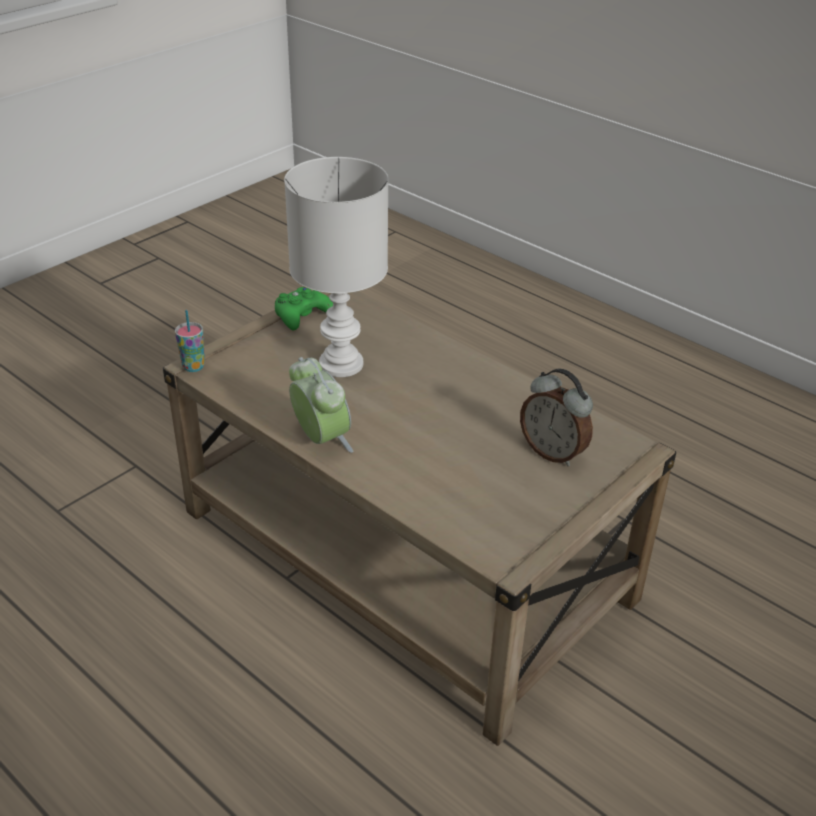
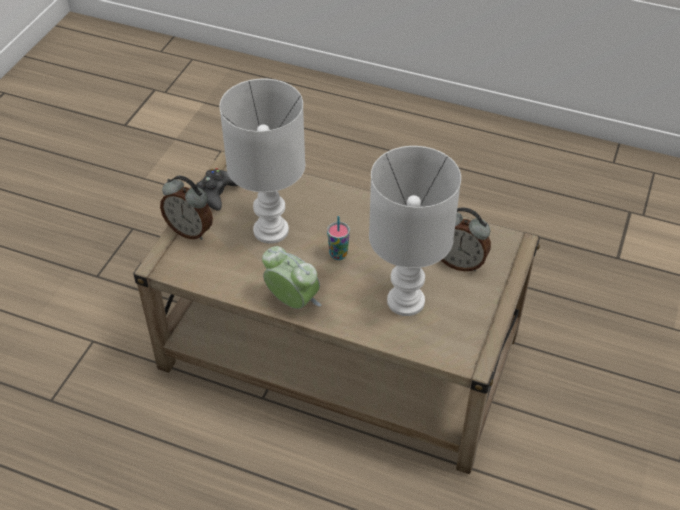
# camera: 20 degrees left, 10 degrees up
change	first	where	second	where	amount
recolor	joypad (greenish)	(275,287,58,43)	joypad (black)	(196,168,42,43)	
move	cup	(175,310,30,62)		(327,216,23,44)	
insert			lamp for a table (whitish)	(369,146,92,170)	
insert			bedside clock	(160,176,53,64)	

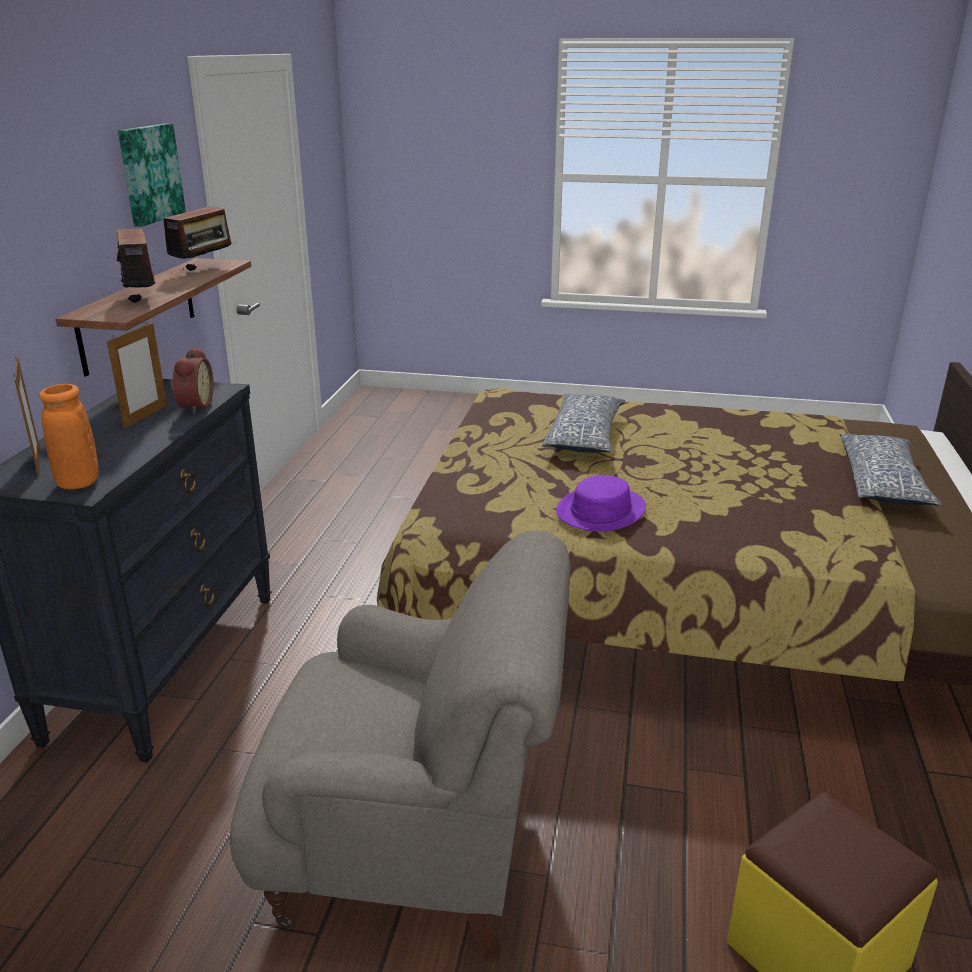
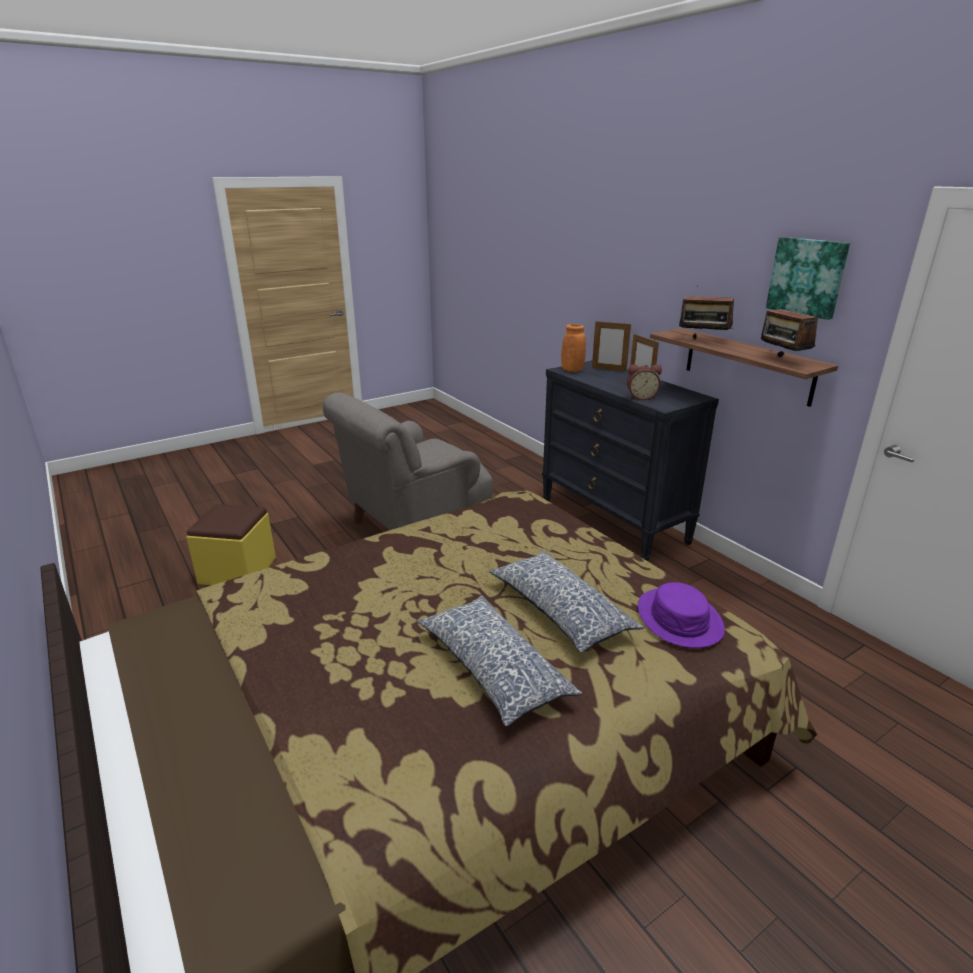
# camera: 135 degrees right, 0 degrees up
change	first	where	second	where	amount
rotate	bedside clock	(171,347,43,67)		(627,364,35,36)	45 degrees counterclockwise
move	pillow	(840,433,101,73)		(417,595,165,131)	
move	clothing hat (purplish)	(556,475,90,57)		(638,582,87,66)	

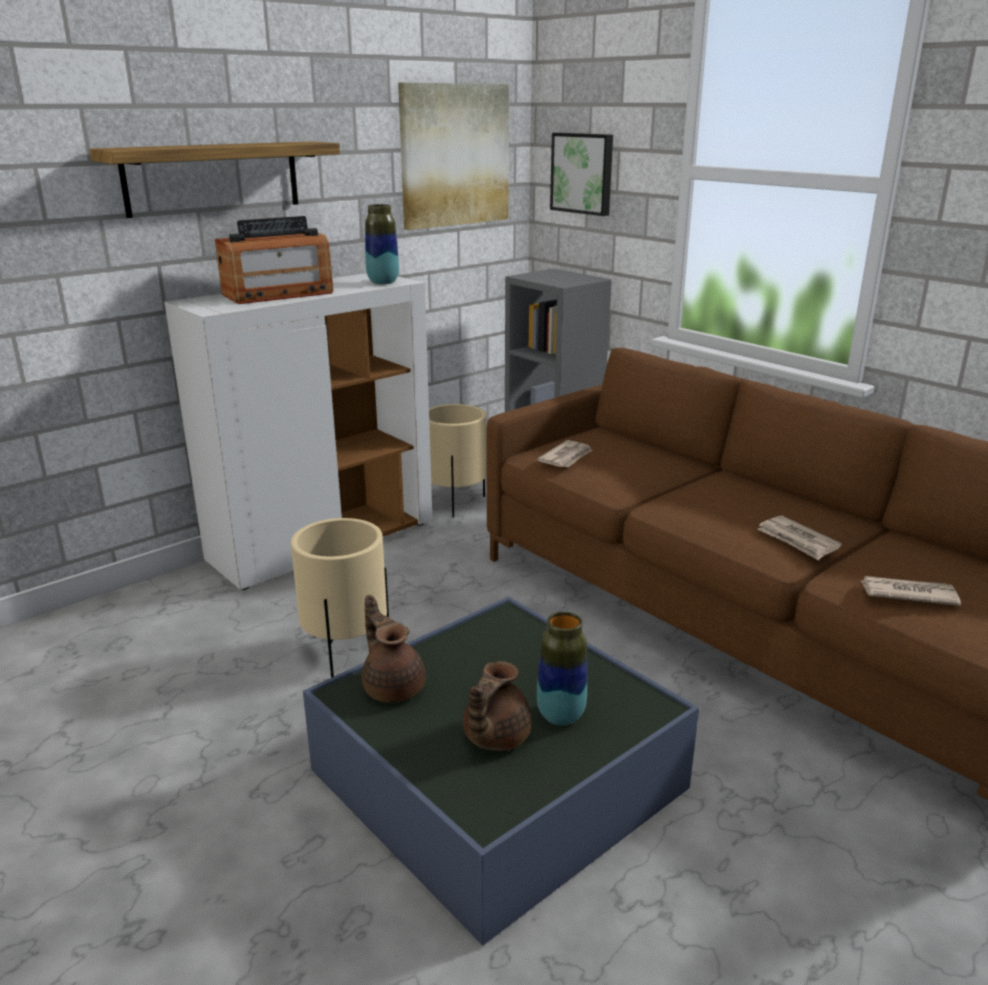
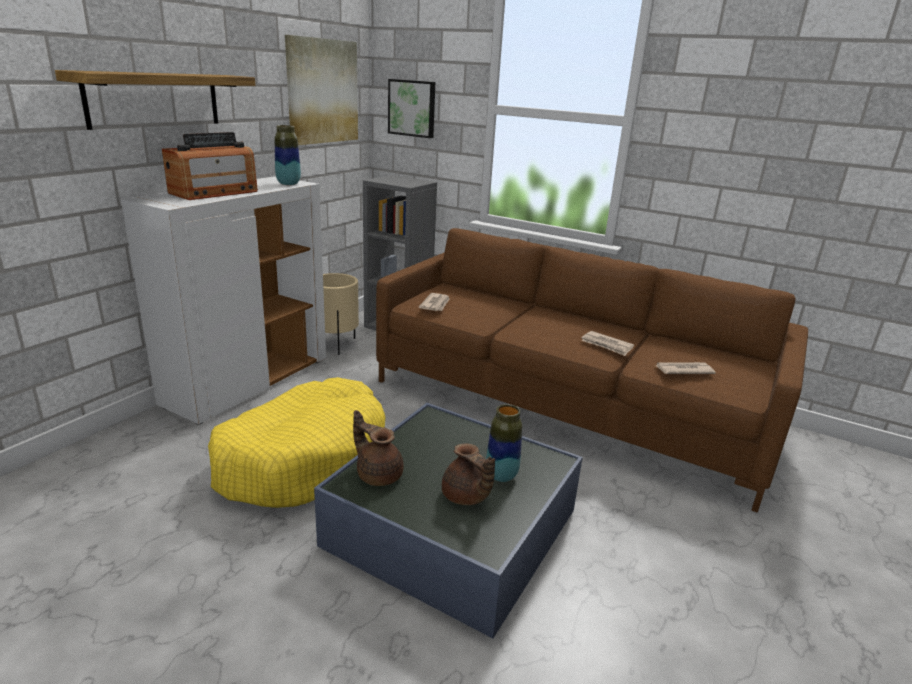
# camera: 20 degrees left, 0 degrees up
change	first	where	second	where	amount
replace	plant pot (beige)	(291,518,98,160)	dog bed (yellowish)	(208,377,177,131)	
rotate	tea pot (brown-coloured)	(463,661,68,90)		(442,443,53,62)	45 degrees counterclockwise

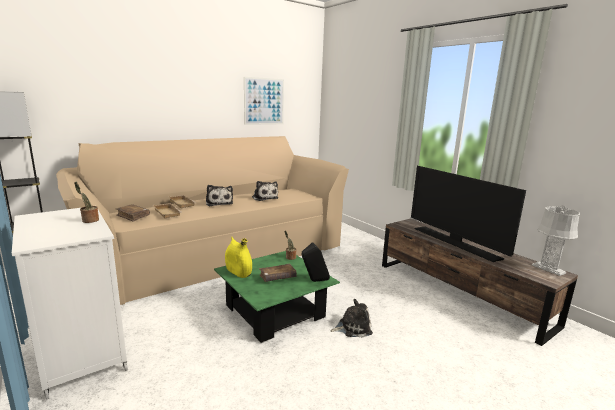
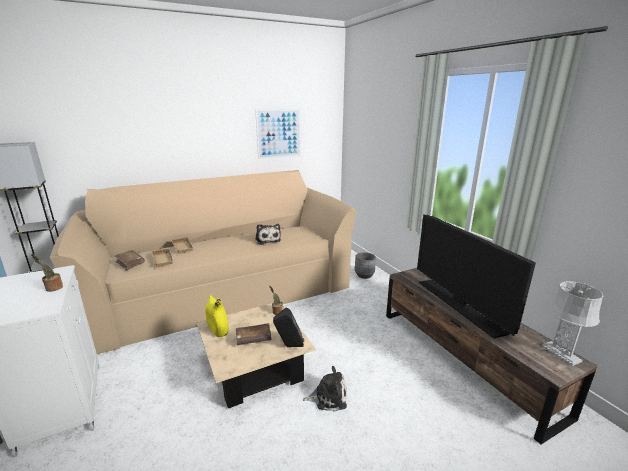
# camera: 10 degrees right, 5 degrees up
change	first	where	second	where	amount
delete	cuddly toy	(206,185,27,21)			
recolor	lounge table (greenish)	(214,251,126,92)	lounge table (beige)	(197,303,119,105)	
insert			plant pot (gray)	(355,252,21,27)	

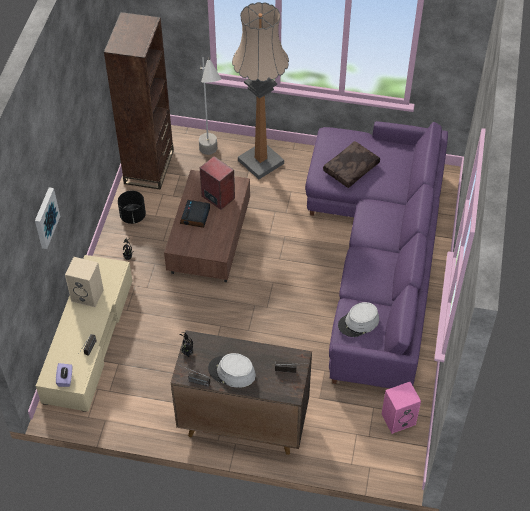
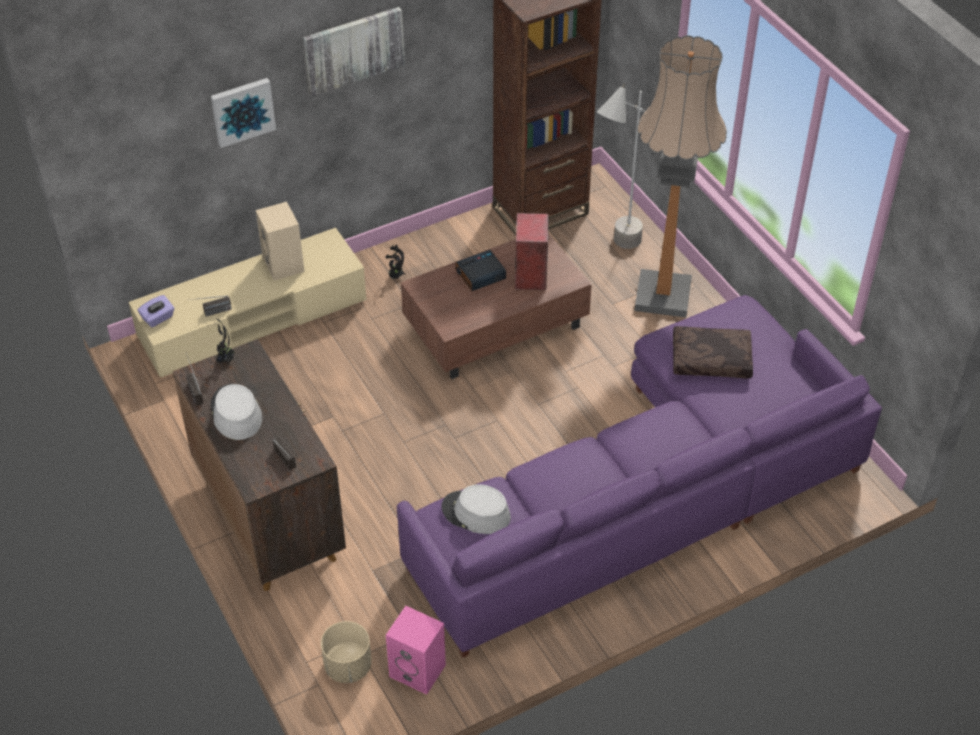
# camera: 50 degrees right, 5 degrees down
change	first	where	second	where	amount
delete	plant pot (black)	(118,191,28,33)			
insert			wall picture	(303,7,102,89)	
insert			plant pot (beige)	(321,621,51,62)	

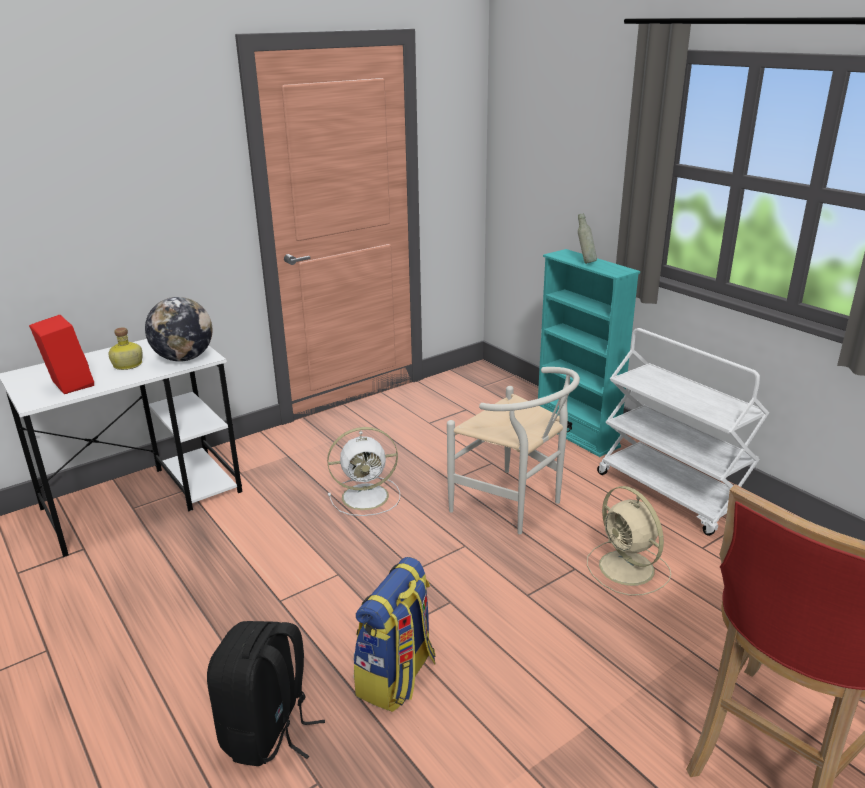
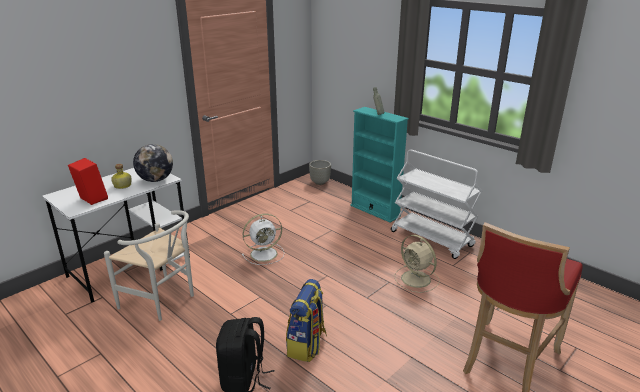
# camera: 10 degrees left, 0 degrees up
change	first	where	second	where	amount
move	plain chair (whitish)	(447,367,133,167)		(104,210,90,111)	
insert			plant pot (gray)	(309,160,22,25)	

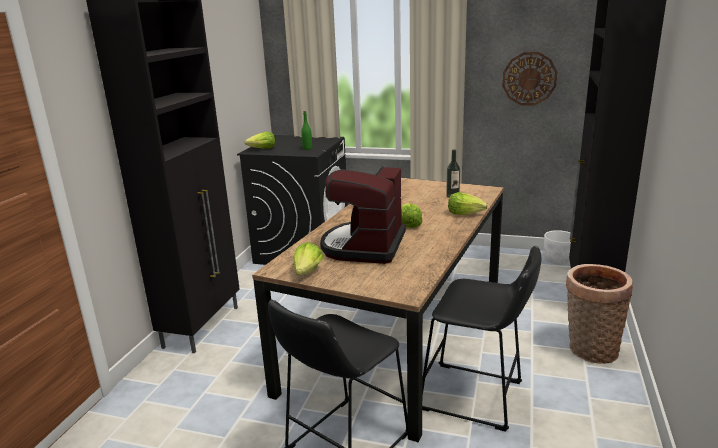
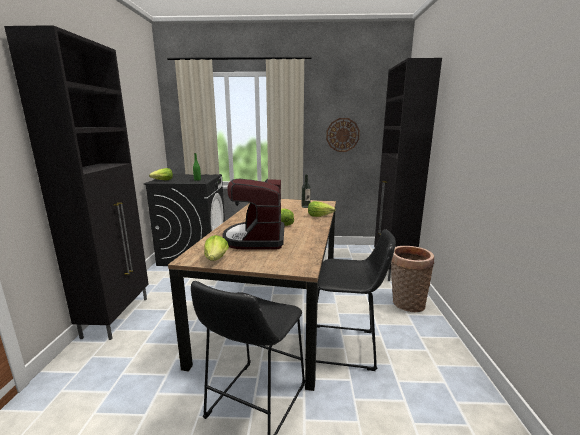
# camera: 15 degrees left, 5 degrees down
change	first	where	second	where	amount
delete	plant pot (whitish)	(544,230,27,35)			

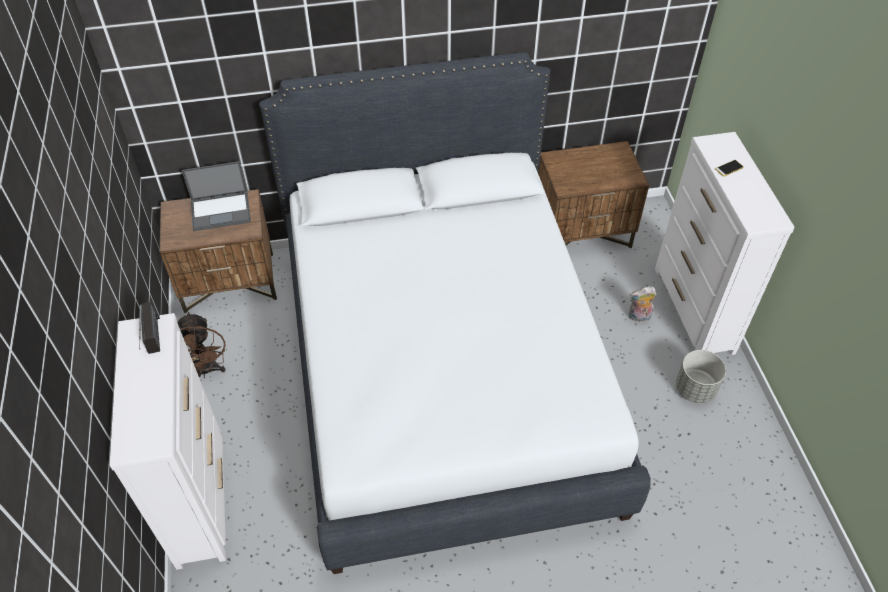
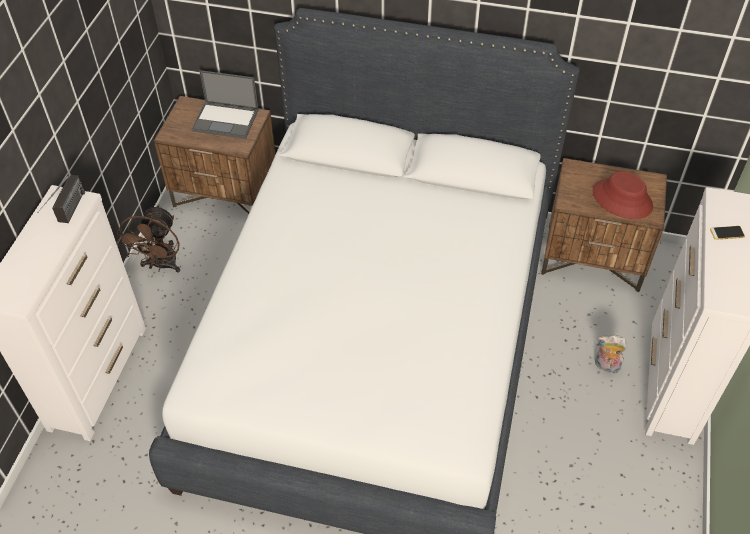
# camera: 25 degrees right, 0 degrees up
change	first	where	second	where	amount
delete	plant pot (gray)	(676,350,50,53)			
insert			clothing hat (red)	(593,172,60,47)	

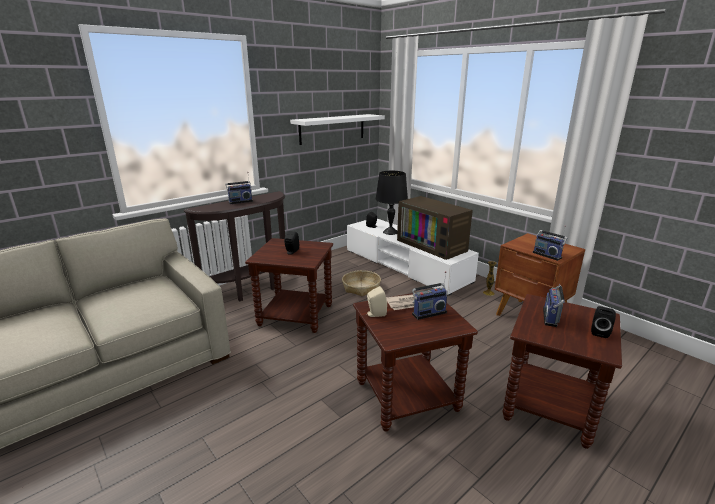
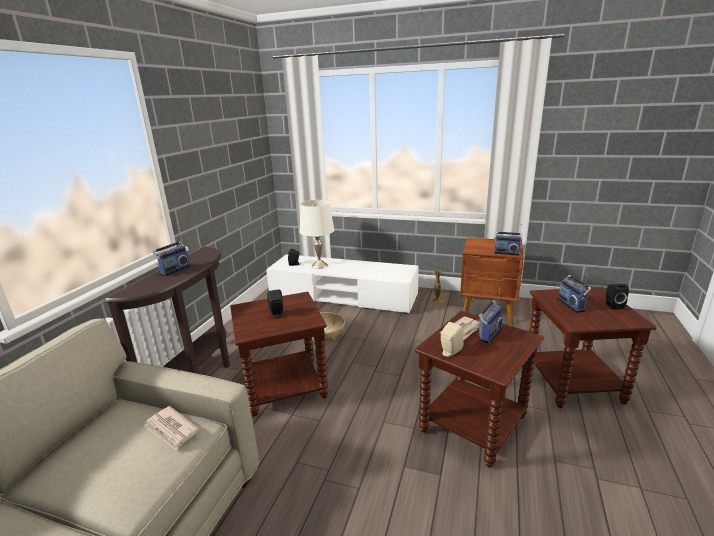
# camera: 30 degrees left, 0 degrees up
change	first	where	second	where	amount
delete	wall shelf (whitish)	(290,114,95,31)			
recolor	lamp for a table (black)	(376,171,32,64)	lamp for a table (whitish)	(300,200,35,69)	
delete	TV set	(397,196,76,64)			
insert			newspaper	(144,406,55,44)	

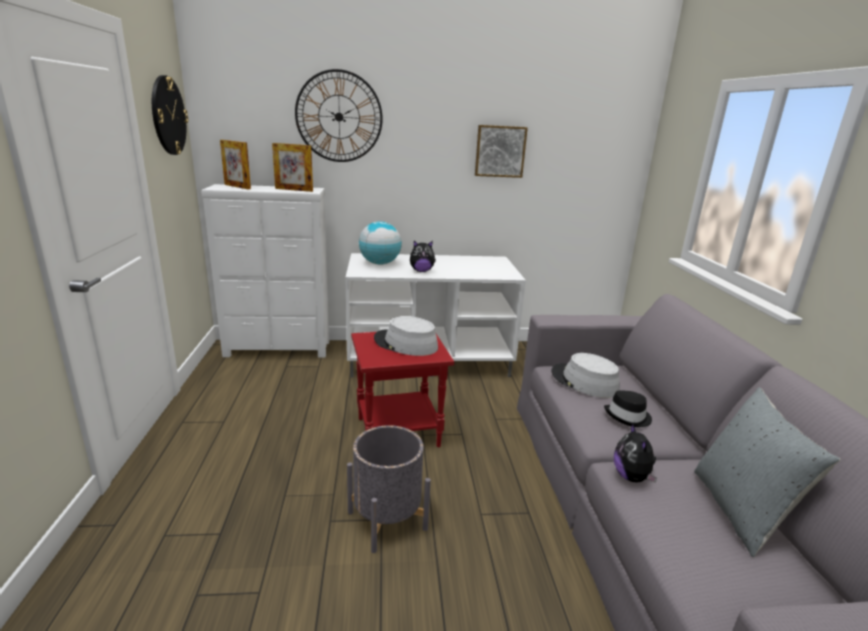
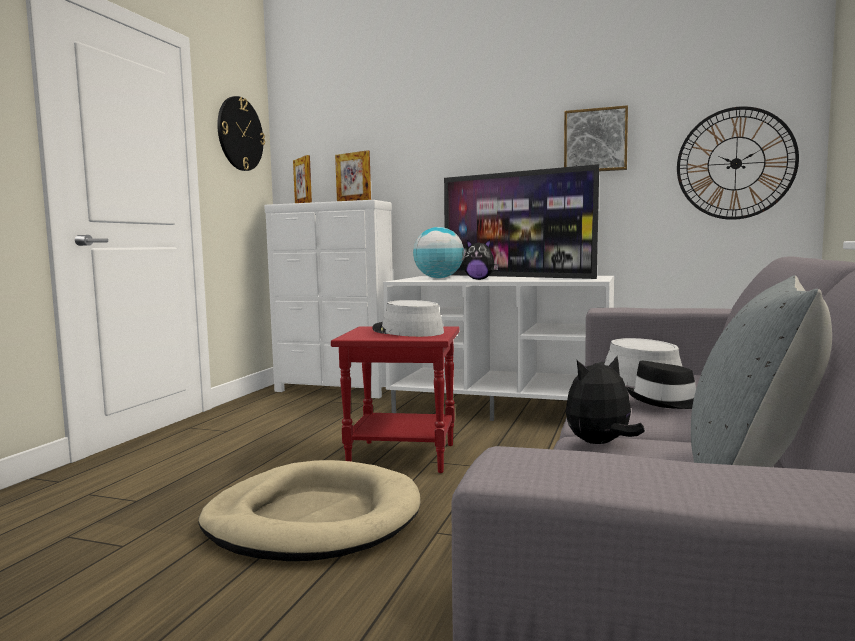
# camera: 25 degrees right, 15 degrees down
change	first	where	second	where	amount
move	clock on the wall	(295,69,88,93)		(677,106,122,114)	
rotate	cuddly toy	(614,423,43,60)		(566,356,79,88)	45 degrees clockwise
replace	plant pot (gray)	(347,425,84,128)	dog bed (beige)	(198,460,223,101)	
insert			TV set	(444,164,155,115)	

